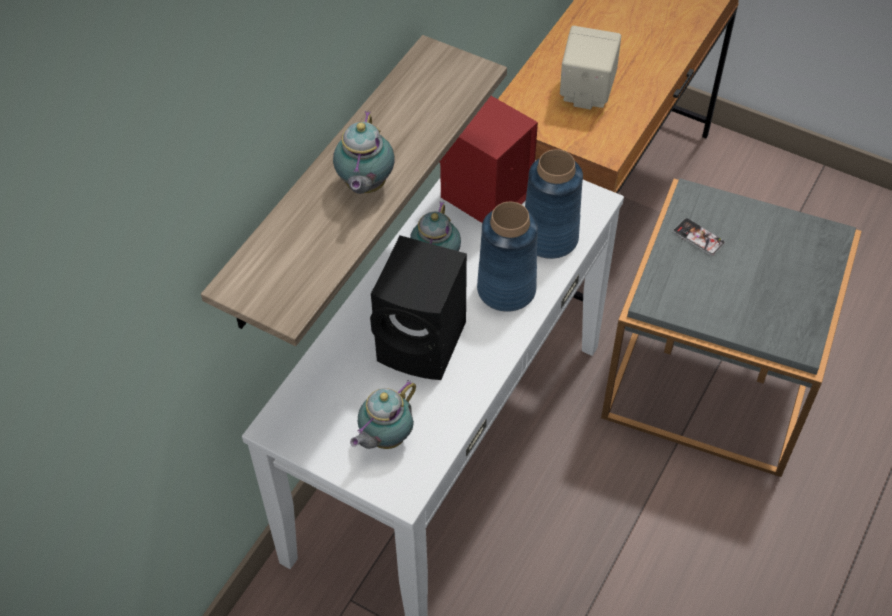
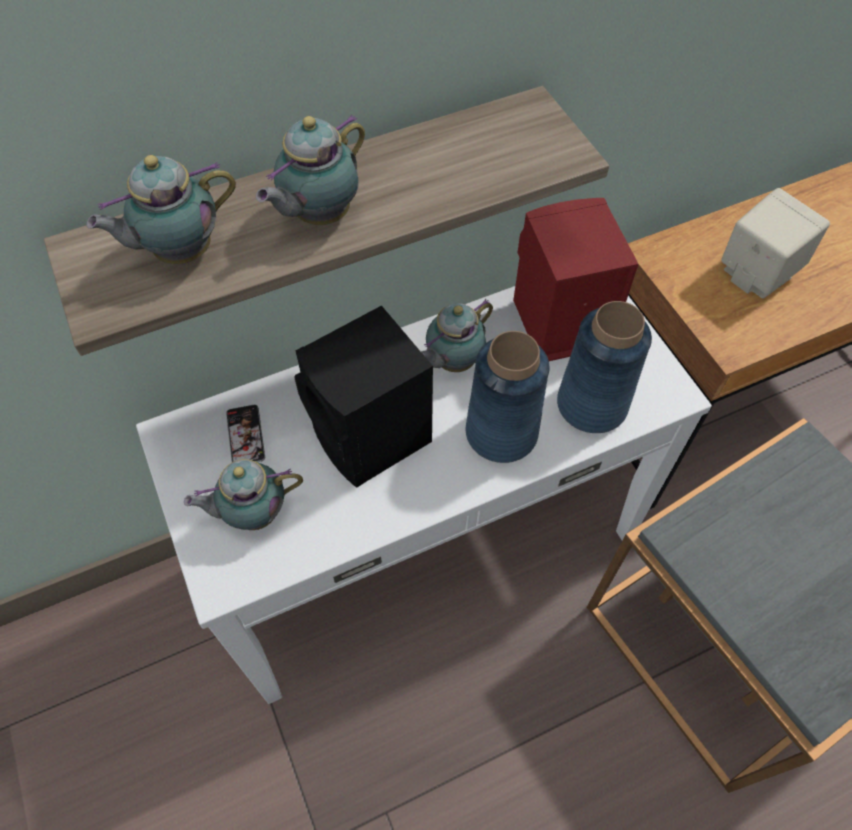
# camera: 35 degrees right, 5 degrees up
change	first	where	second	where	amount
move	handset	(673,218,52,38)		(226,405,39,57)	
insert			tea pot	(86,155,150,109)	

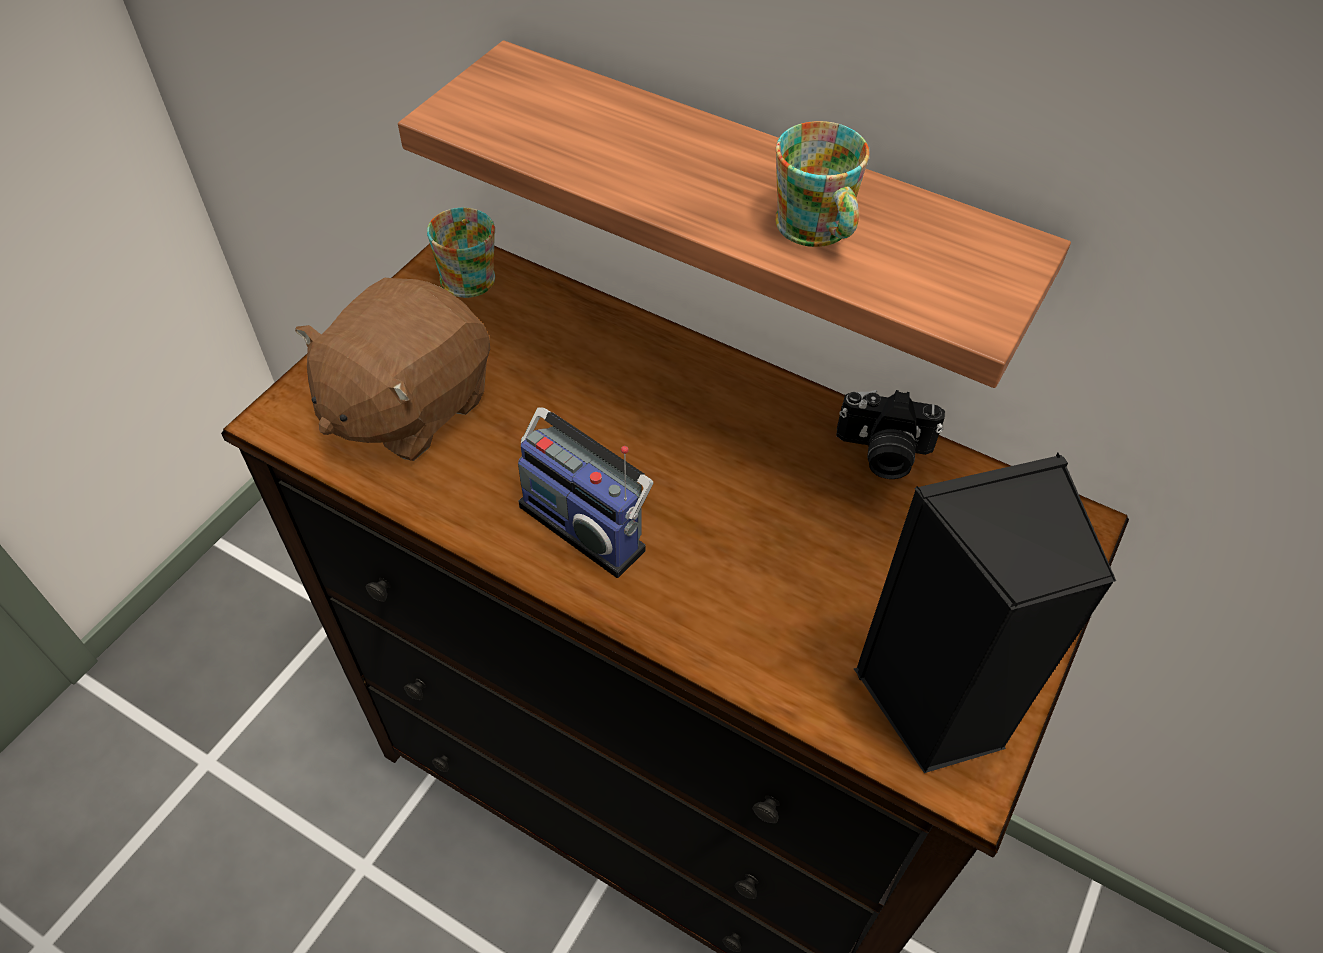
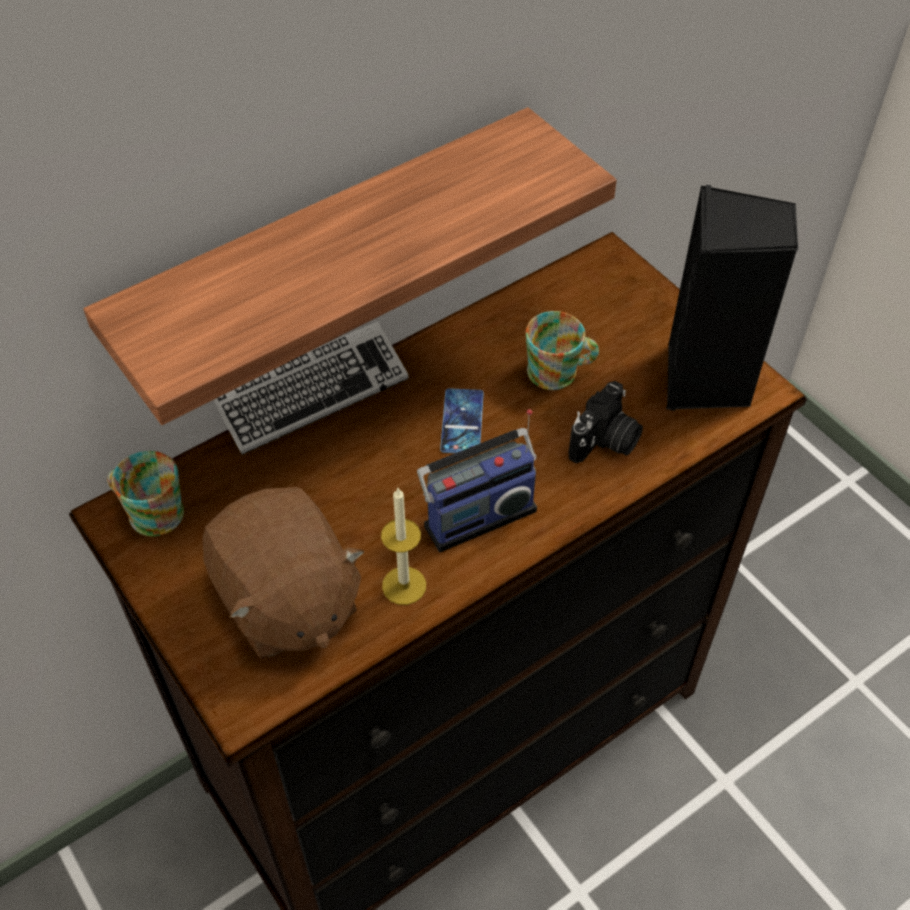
# camera: 65 degrees left, 0 degrees up
change	first	where	second	where	amount
move	coffee mug	(775,121,94,126)		(526,311,73,79)	
move	photo camera	(836,390,109,89)		(569,381,74,82)	
insert			keyboard	(213,321,196,134)	
insert			handset	(440,388,44,65)	
insert			wax light	(381,488,45,117)	

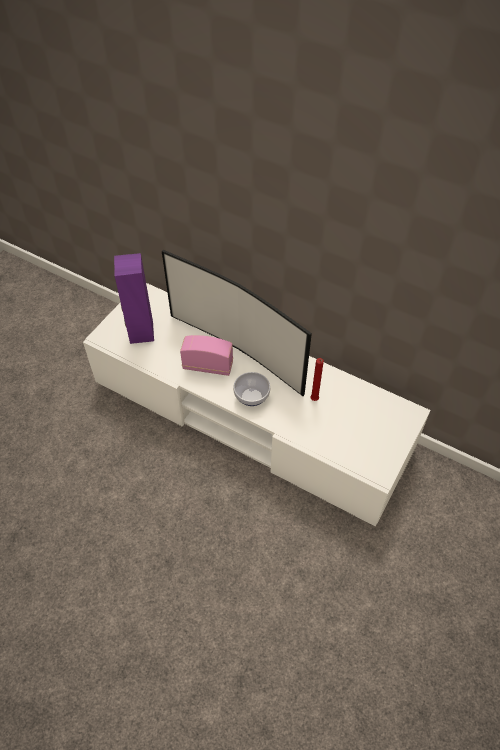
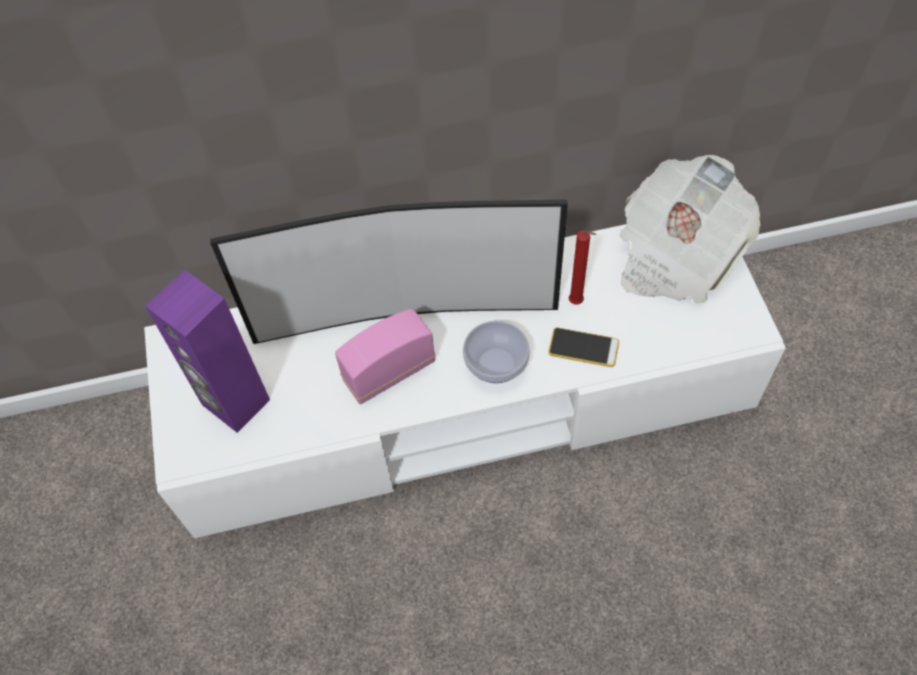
# camera: 40 degrees left, 5 degrees up
change	first	where	second	where	amount
insert			newspaper	(619,155,142,149)	
insert			handset	(548,328,71,39)	

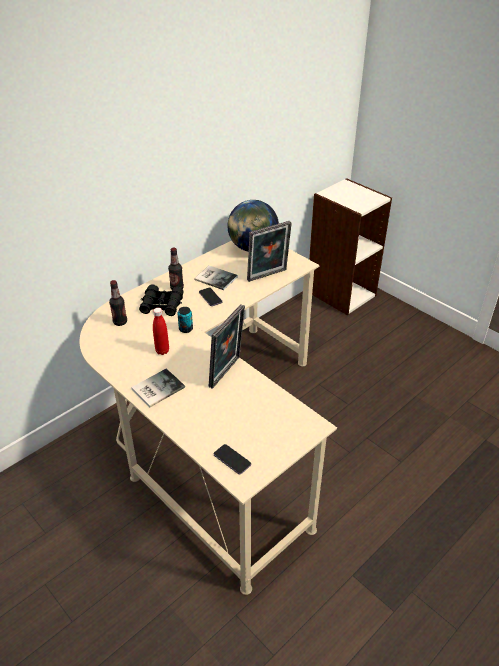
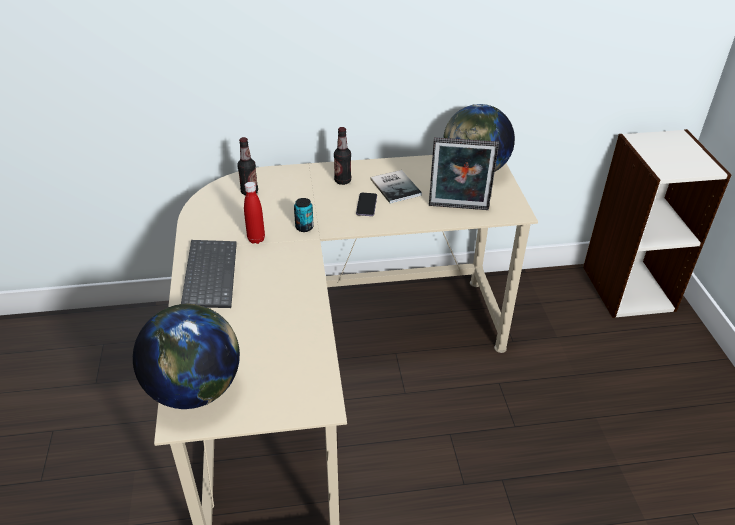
# camera: 35 degrees right, 0 degrees up
change	first	where	second	where	amount
delete	field glasses (black)	(139,284,44,32)			
delete	standing frame	(209,304,36,85)			
replace	volume	(131,369,54,38)	keyboard	(181,240,56,68)	
replace	handset	(214,444,37,30)	desk globe	(133,304,107,105)	

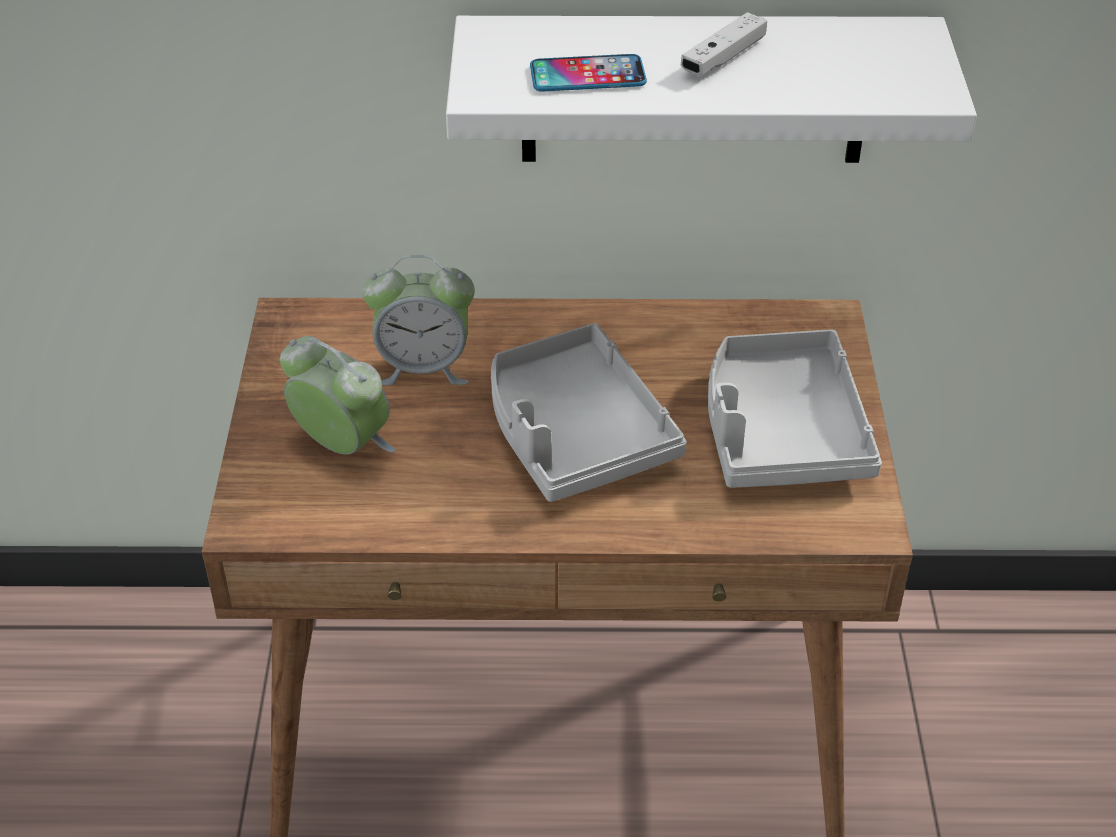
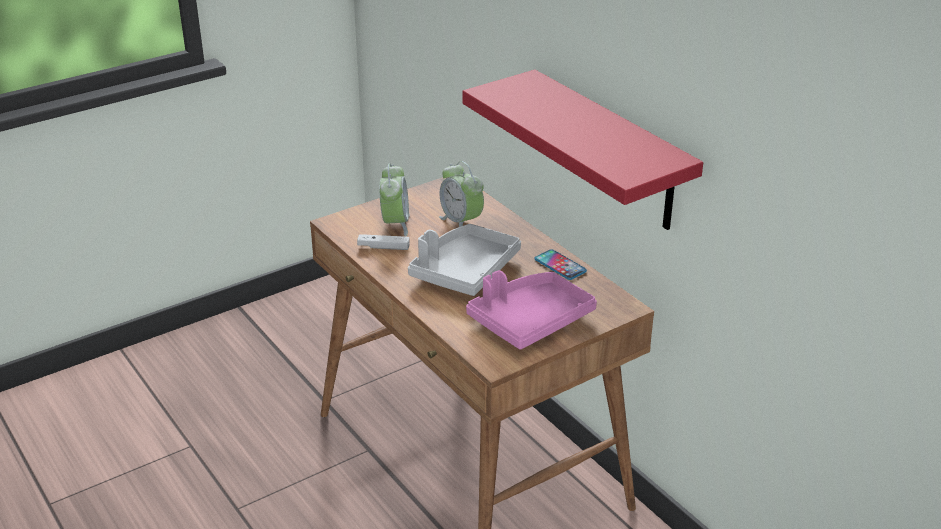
# camera: 55 degrees right, 10 degrees down
change	first	where	second	where	amount
move	joypad (whitish)	(680,12,87,63)		(357,234,53,16)	
recolor	wall shelf (whitish)	(446,16,531,147)	wall shelf (red)	(462,70,241,160)	
move	handset	(530,54,117,38)		(534,249,53,31)	
recolor	serving tray (gray)	(708,329,174,159)	serving tray (pinkish)	(466,270,131,79)	

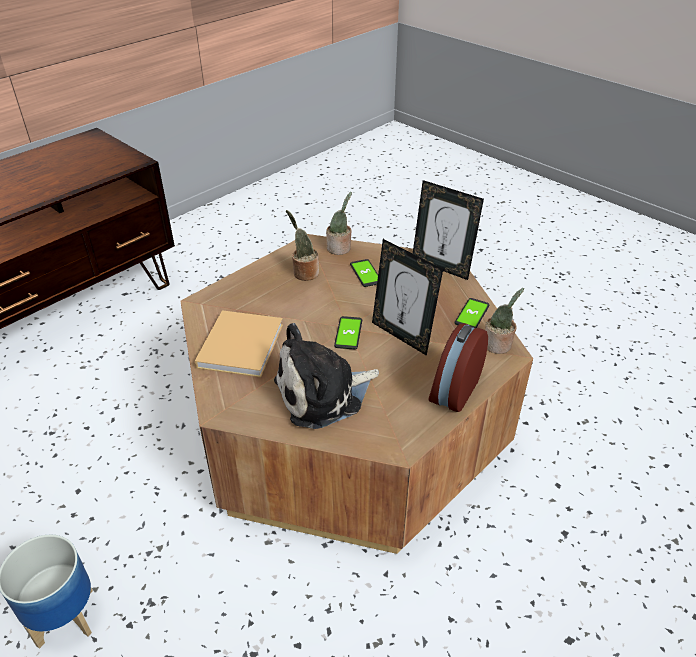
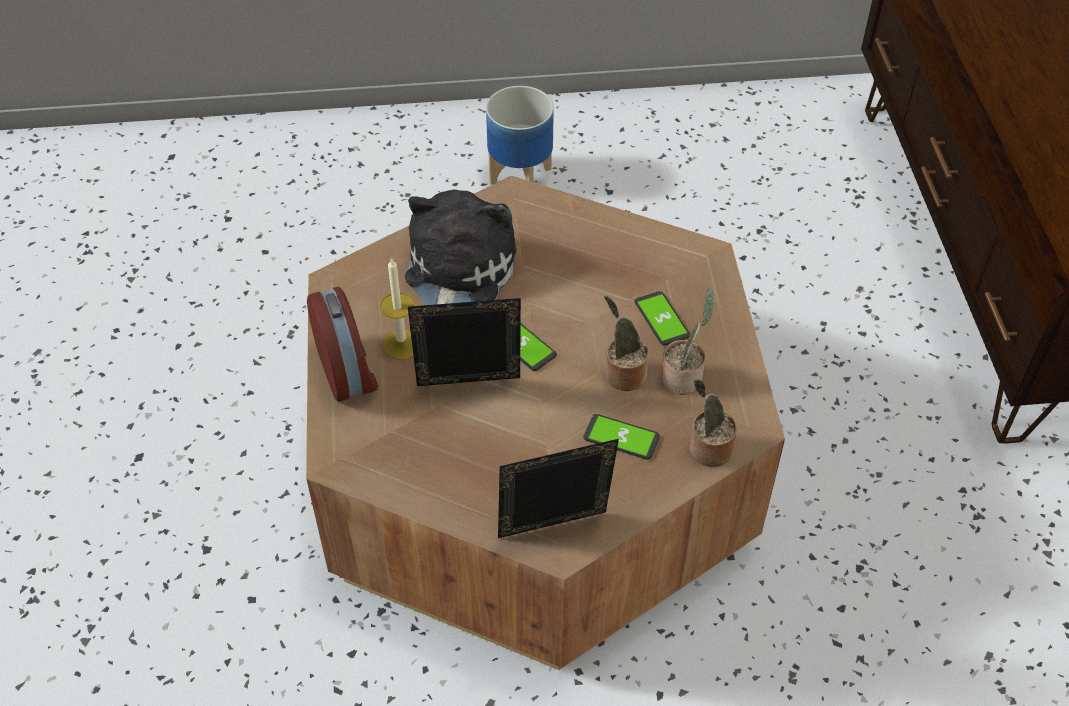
# camera: 130 degrees right, 10 degrees up
change	first	where	second	where	amount
move	plant in a pot	(485,288,39,66)		(604,296,45,95)	
move	handset	(455,298,34,30)		(635,291,55,55)	
delete	volume (beige)	(195,310,88,68)			
insert			wax light	(380,257,34,103)	

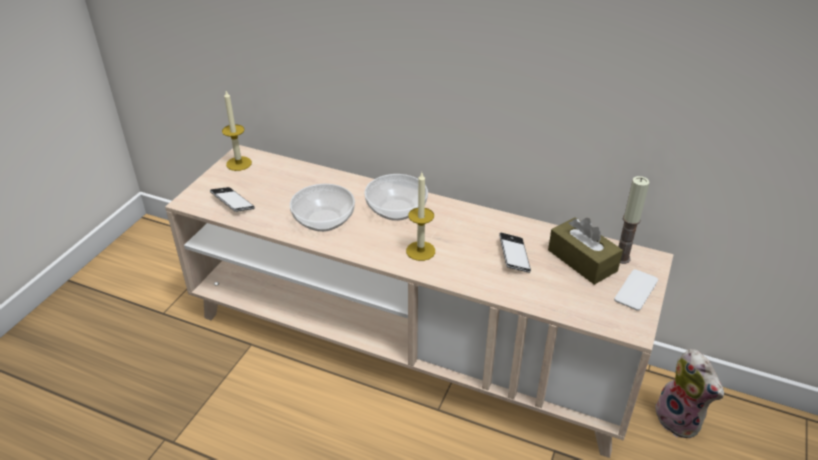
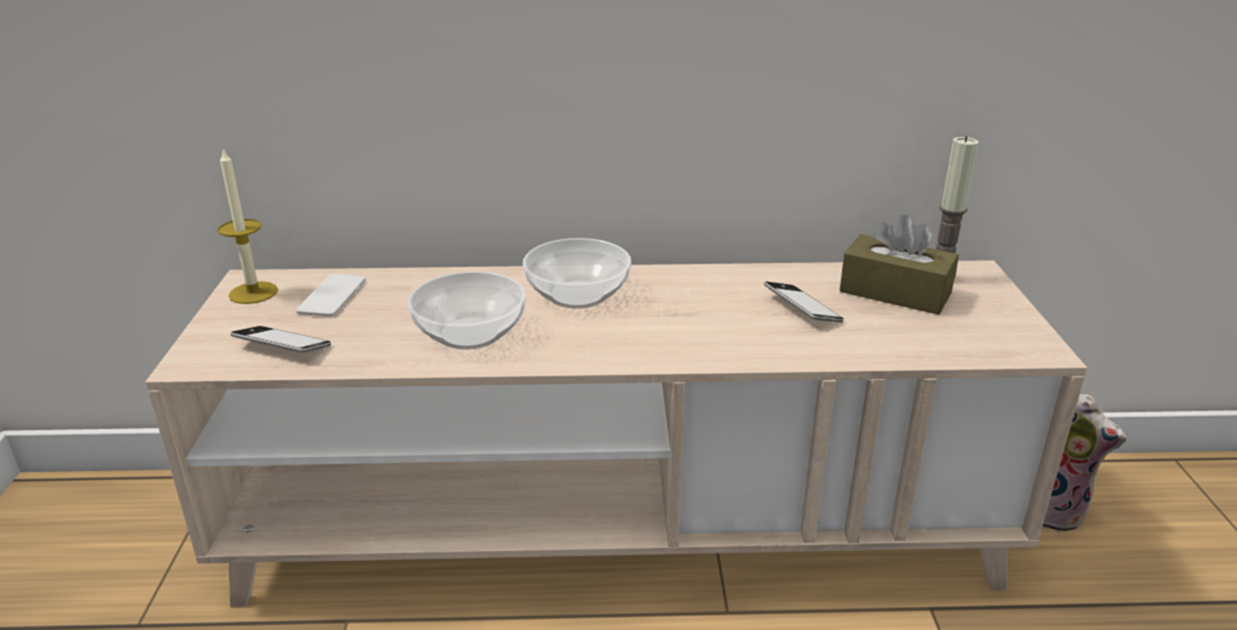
# camera: 25 degrees left, 10 degrees down
change	first	where	second	where	amount
delete	wax light	(406,173,29,88)			
move	handset	(614,269,44,42)		(296,274,69,43)	

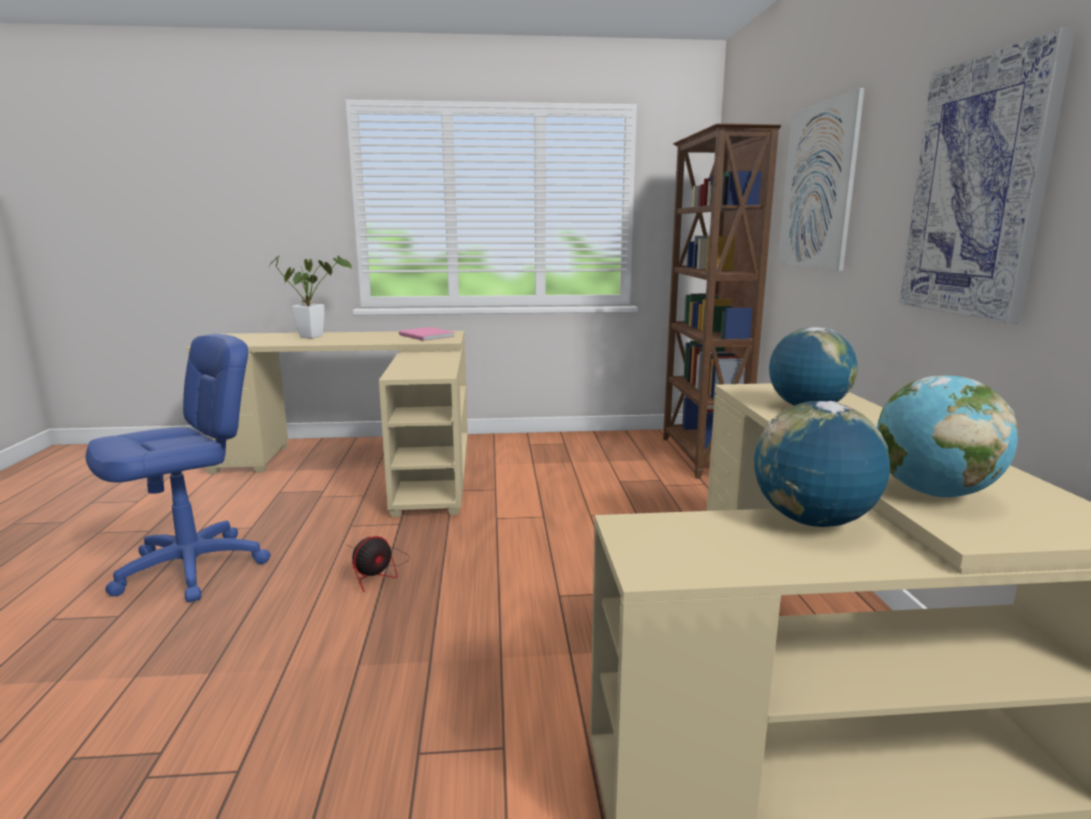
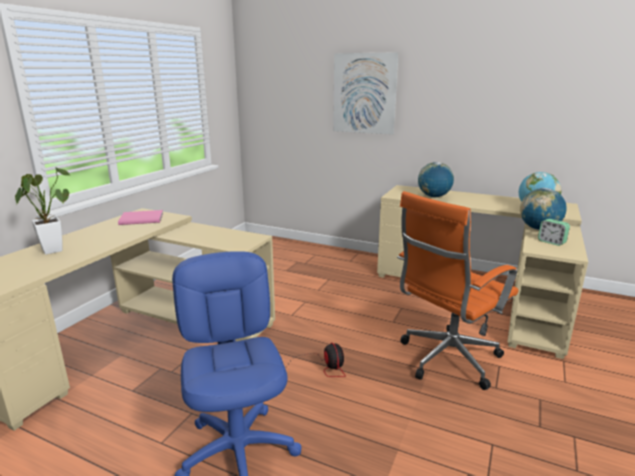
# camera: 60 degrees left, 5 degrees up
change	first	where	second	where	amount
delete	wall picture	(899,27,177,297)			
delete	bookcase (brown-coloured)	(663,123,118,356)			
insert			computer chair (orangey)	(397,191,121,199)	
insert			bedside clock	(538,219,32,27)	

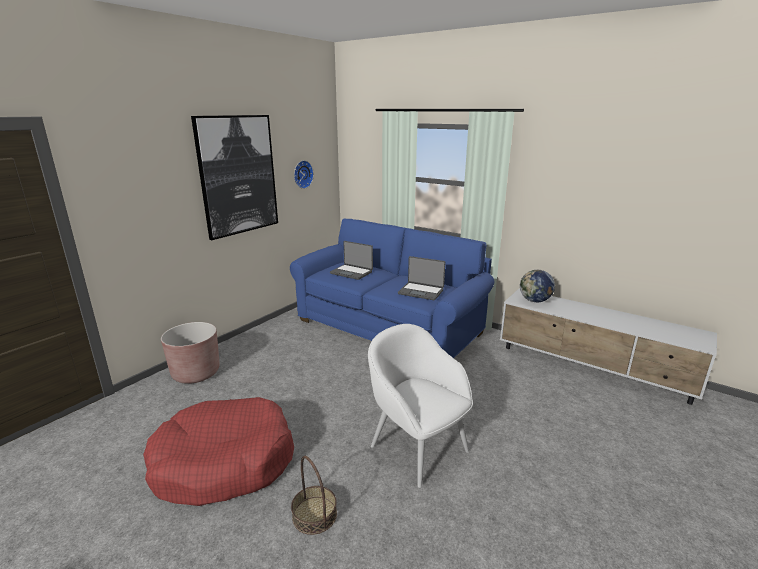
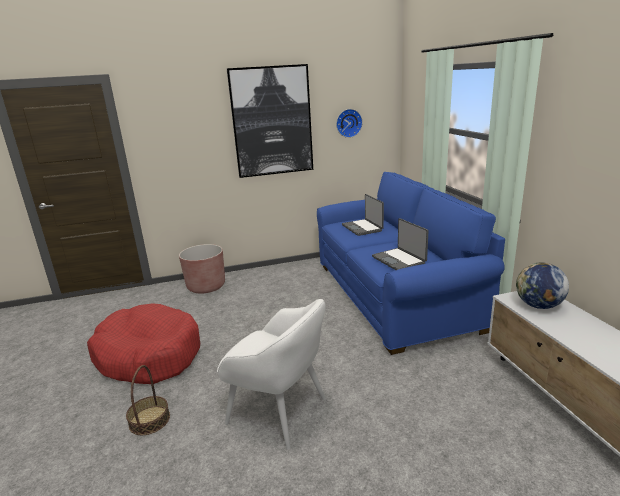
# camera: 40 degrees right, 0 degrees up
change	first	where	second	where	amount
rotate	armchair (whitish)	(368,324,105,164)		(217,299,109,151)	120 degrees clockwise

